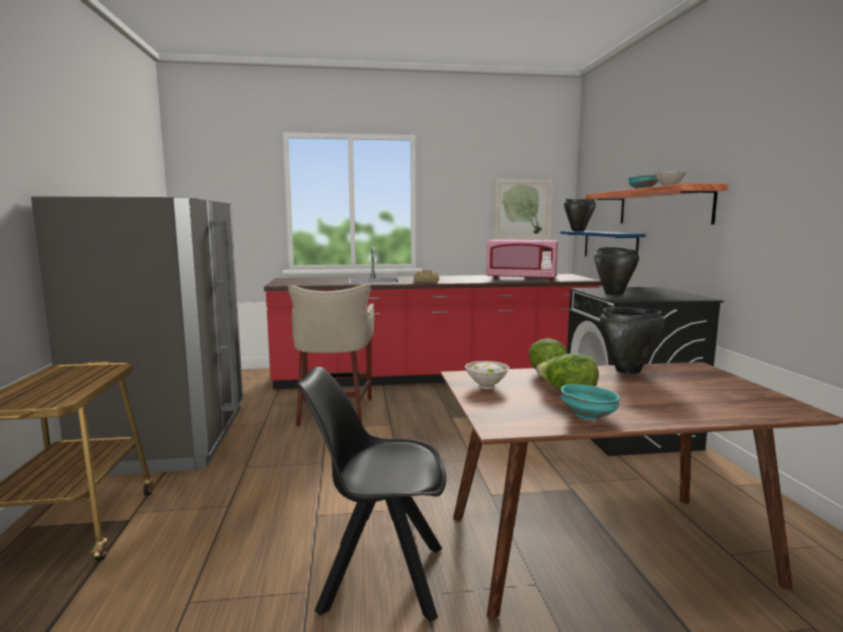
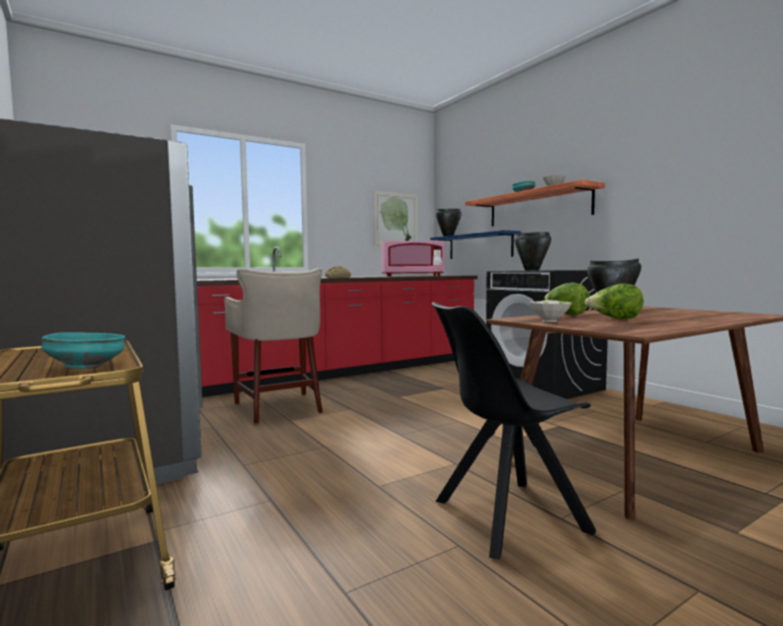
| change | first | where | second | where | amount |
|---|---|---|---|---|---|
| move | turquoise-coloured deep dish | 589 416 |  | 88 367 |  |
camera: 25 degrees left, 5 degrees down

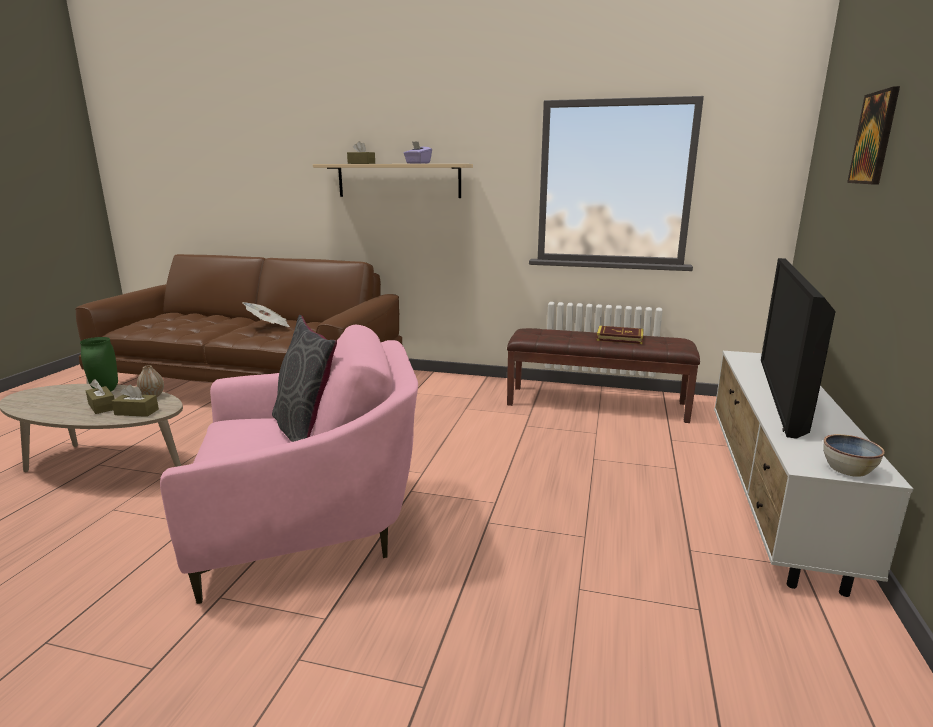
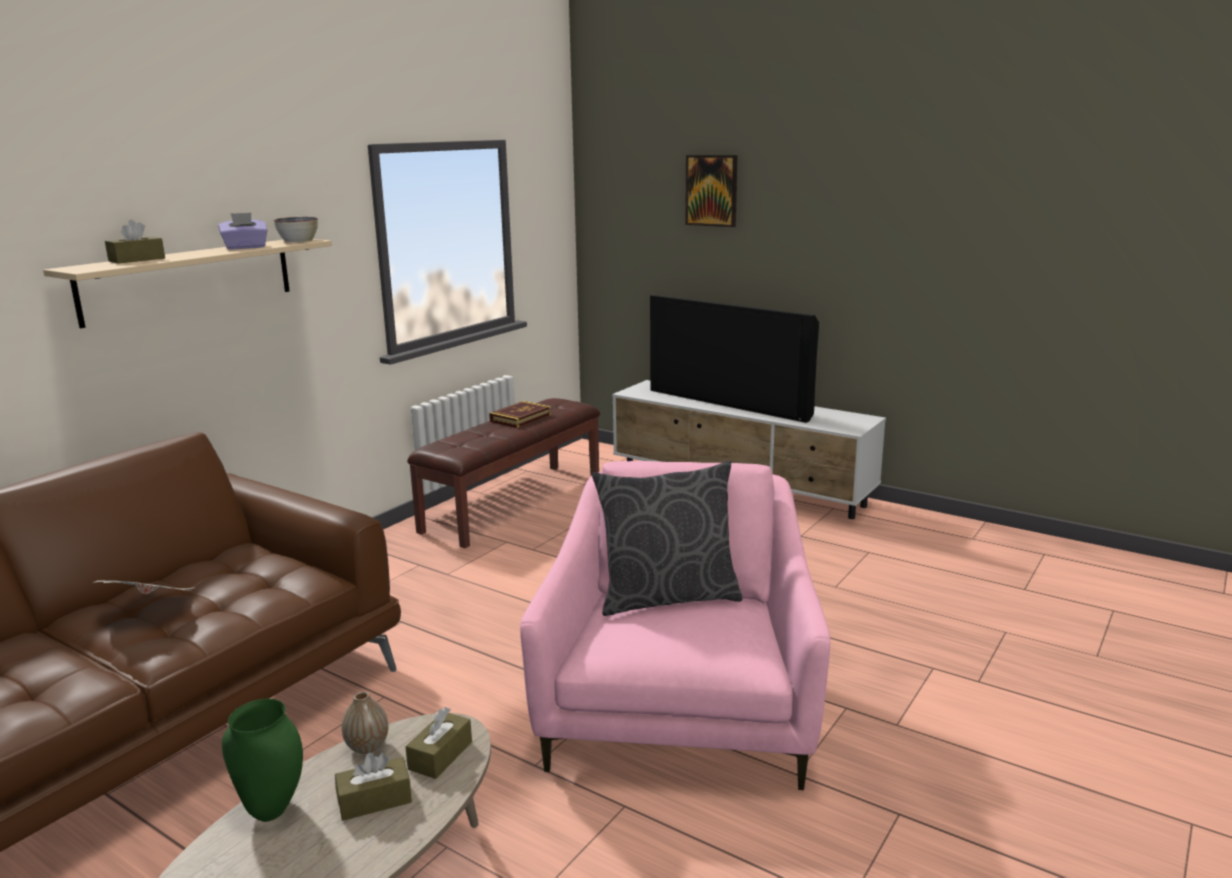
| change | first | where | second | where | amount |
|---|---|---|---|---|---|
| move | deep dish | 848 469 |  | 298 241 |  |
camera: 70 degrees left, 0 degrees up

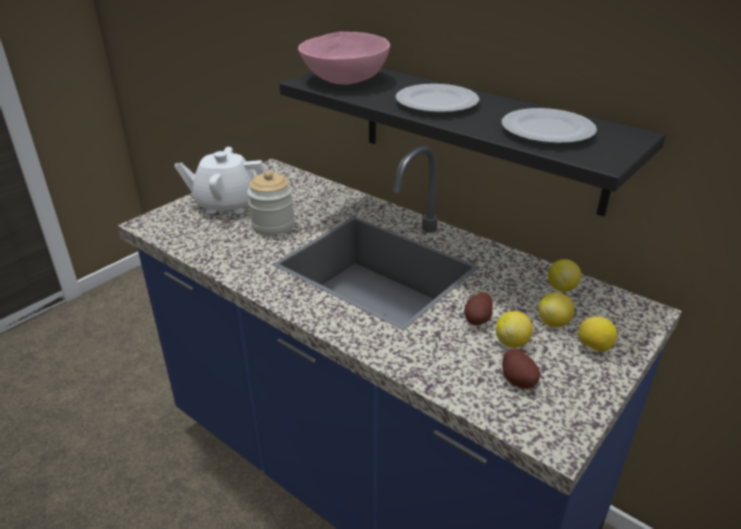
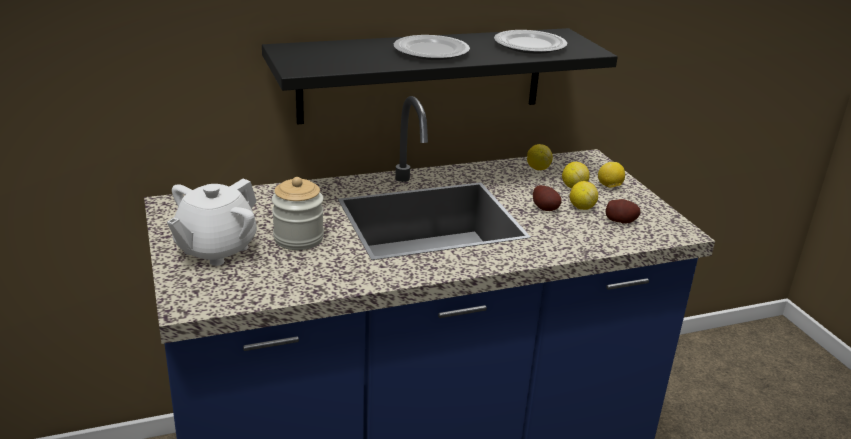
| change | first | where | second | where | amount |
|---|---|---|---|---|---|
| delete | pinkish deep dish | 345 79 |  |  |  |
camera: 60 degrees left, 5 degrees down

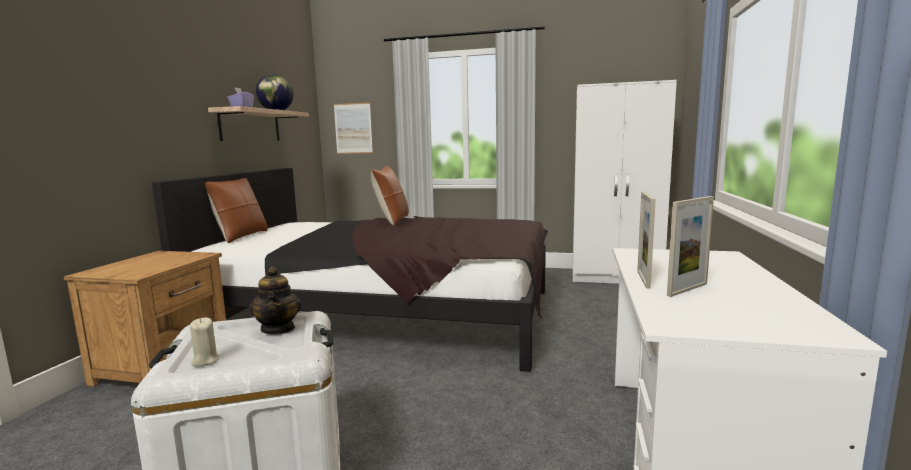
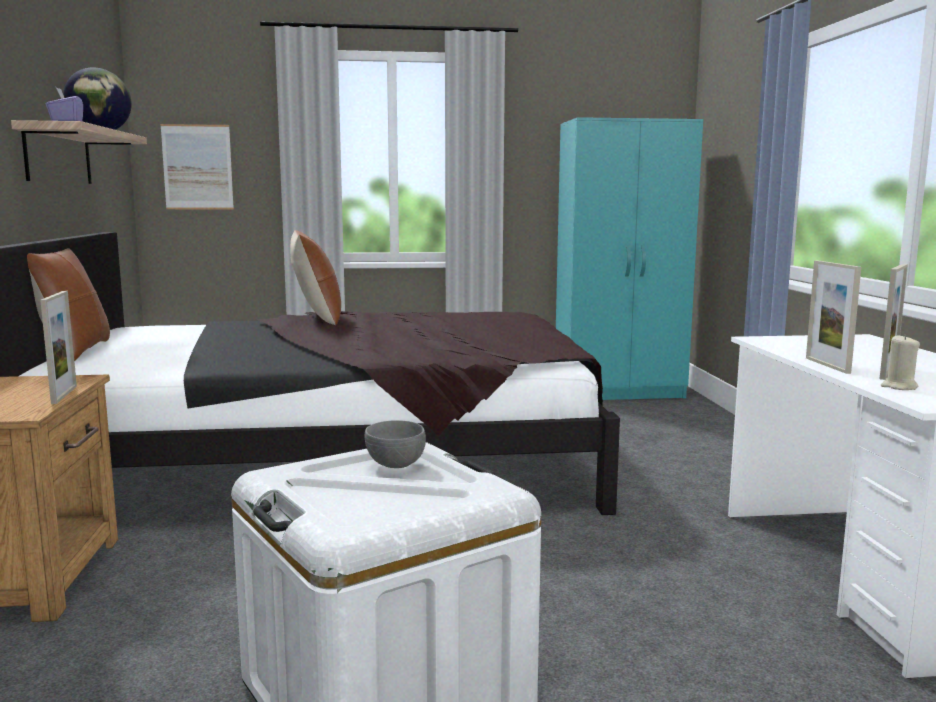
| change | first | where | second | where | amount |
|---|---|---|---|---|---|
| recolor | white-coloured wardrobe | 616 277 | turquoise-coloured wardrobe | 620 392 |  |
| replace | pot for tea | 278 329 | greyish deep dish | 396 465 |  |
| move | sand-coloured wax light | 205 361 |  | 899 387 |  |
| insert |  |  | photo frame | 64 395 |  |
camera: 20 degrees left, 0 degrees up

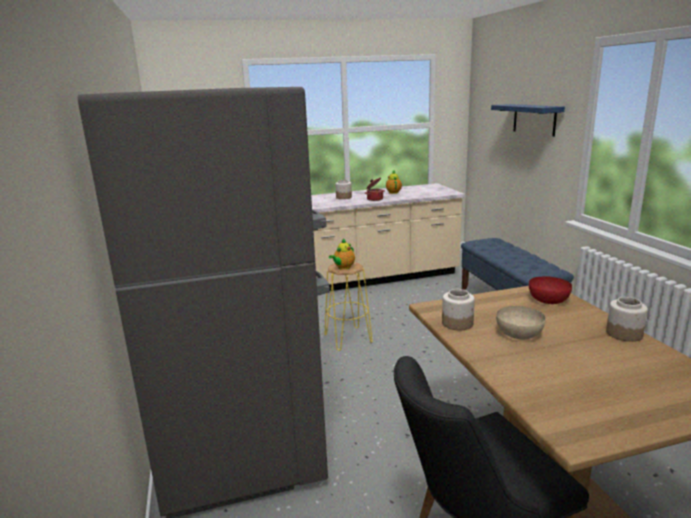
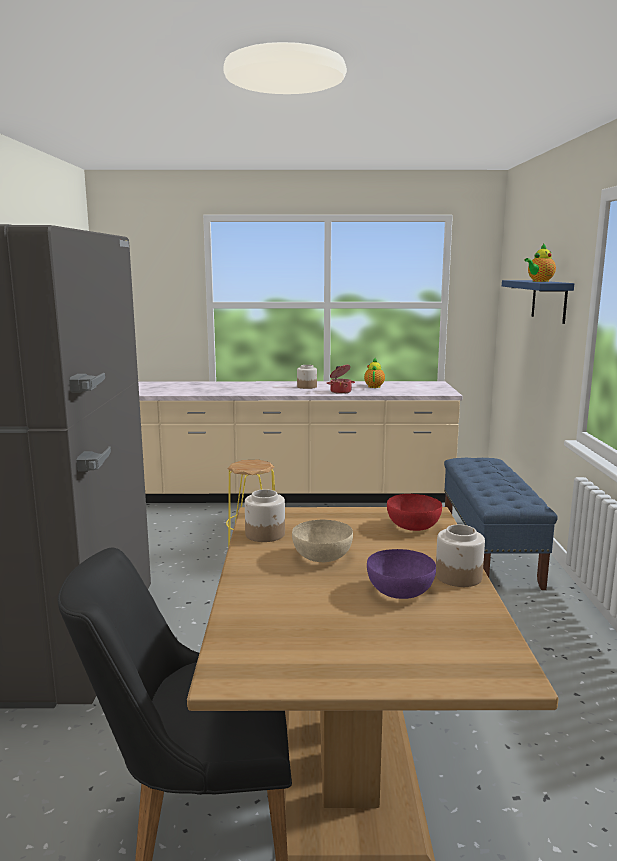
| change | first | where | second | where | amount |
|---|---|---|---|---|---|
| move | pot for tea | 343 267 |  | 539 281 |  |
| insert |  |  | purple deep dish | 399 591 |  |
camera: 15 degrees right, 5 degrees down

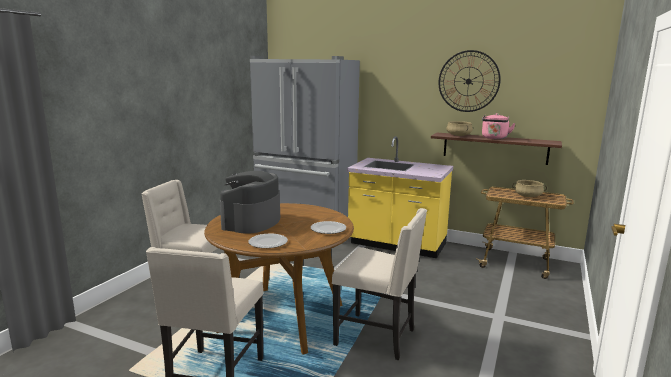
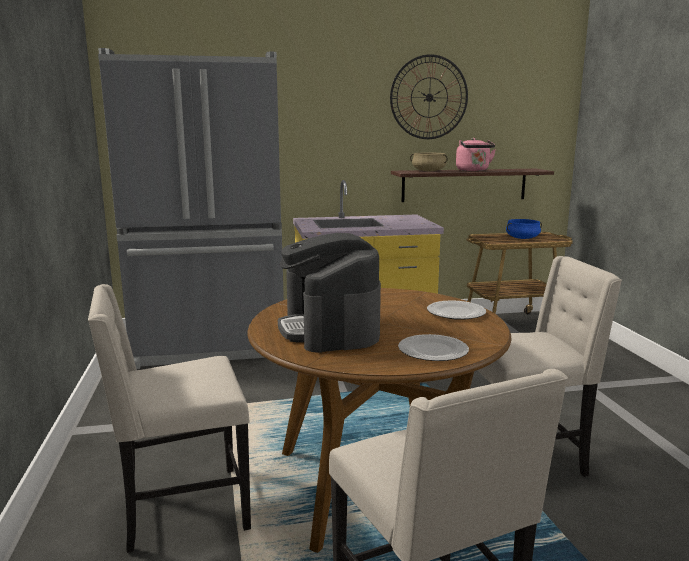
| change | first | where | second | where | amount |
|---|---|---|---|---|---|
| recolor | sand-coloured stockpot | 528 196 | blue stockpot | 522 238 |  |
camera: 35 degrees left, 0 degrees up

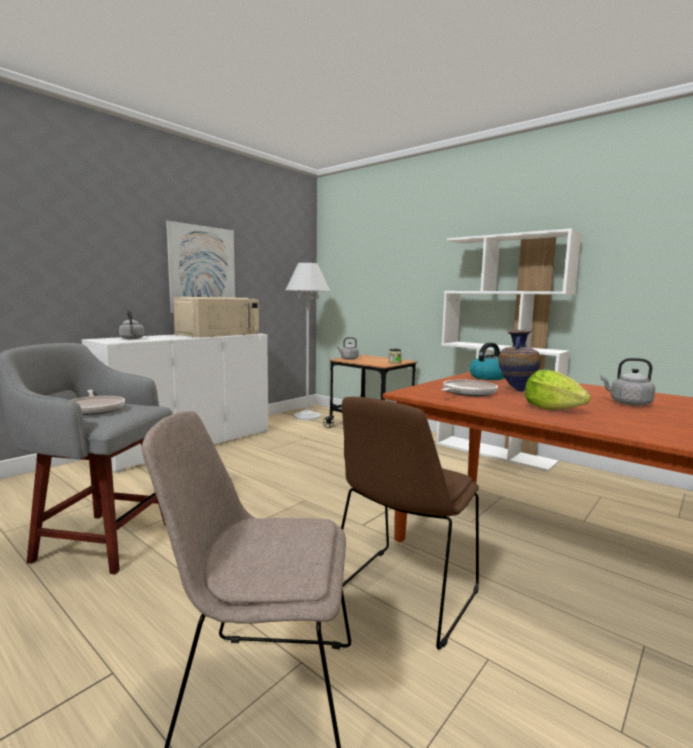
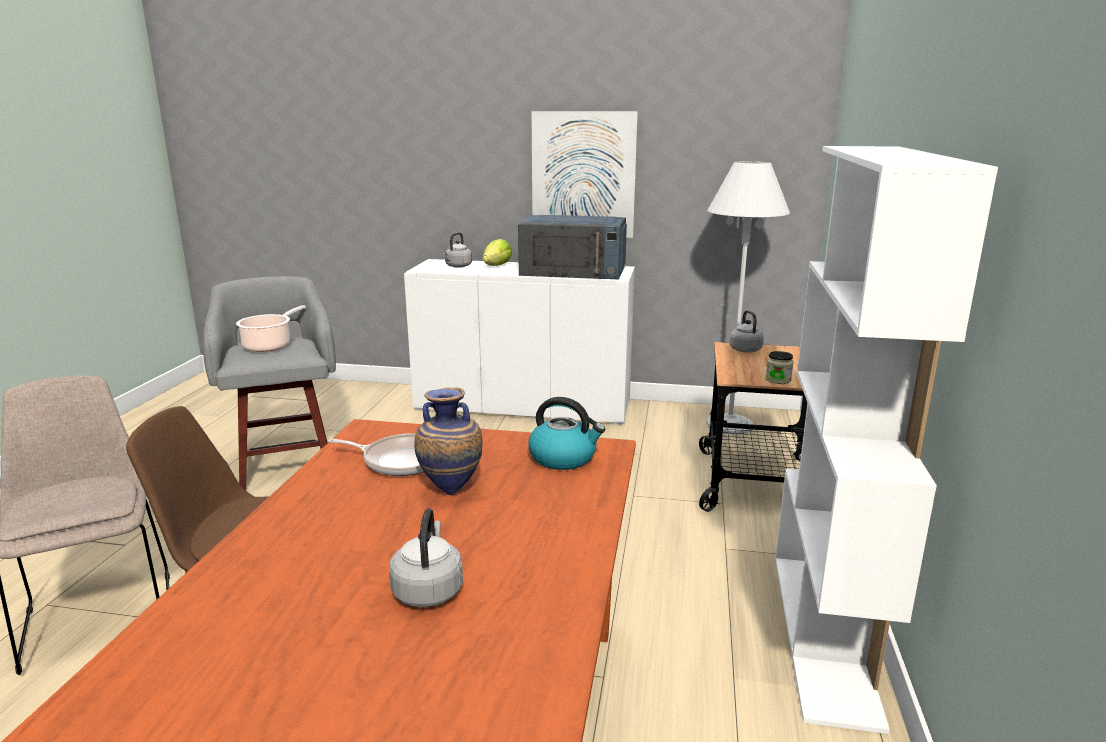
| change | first | where | second | where | amount |
|---|---|---|---|---|---|
| recolor | sand-coloured microwave | 218 334 | blue microwave | 574 271 |  |
| move | head of lettuce | 552 408 |  | 496 266 |  |
| replace | skillet | 95 409 | stockpot | 269 345 |  |
camera: 60 degrees right, 10 degrees up

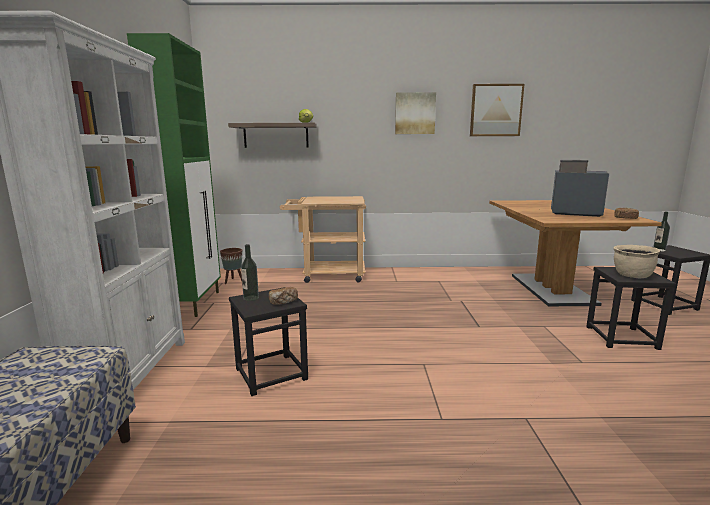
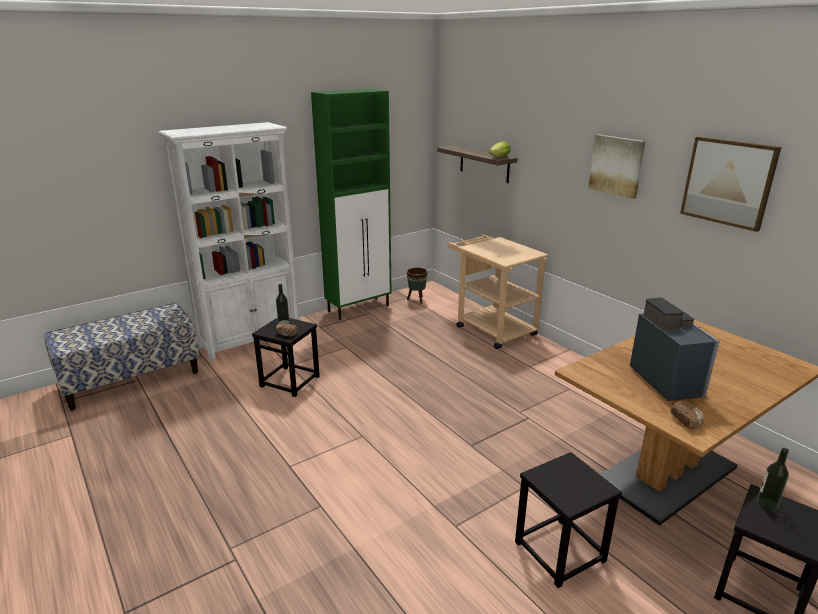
| change | first | where | second | where | amount |
|---|---|---|---|---|---|
| delete | sand-coloured stockpot | 632 276 |  |  |  |
camera: 55 degrees right, 10 degrees up

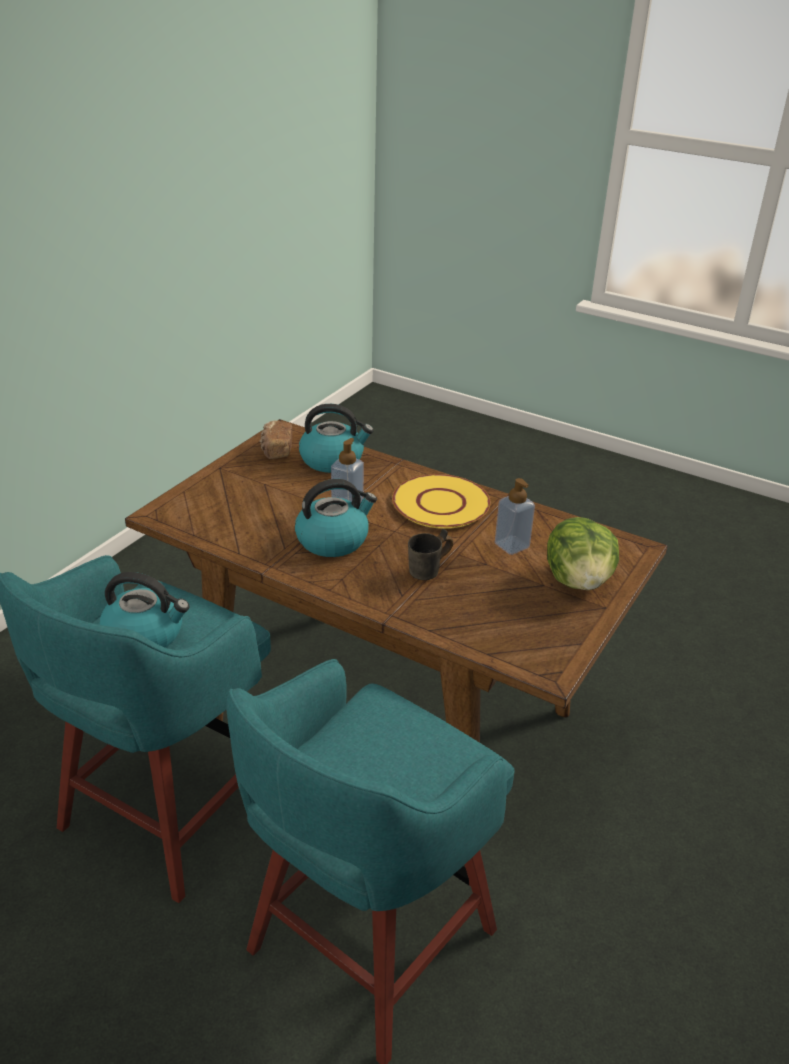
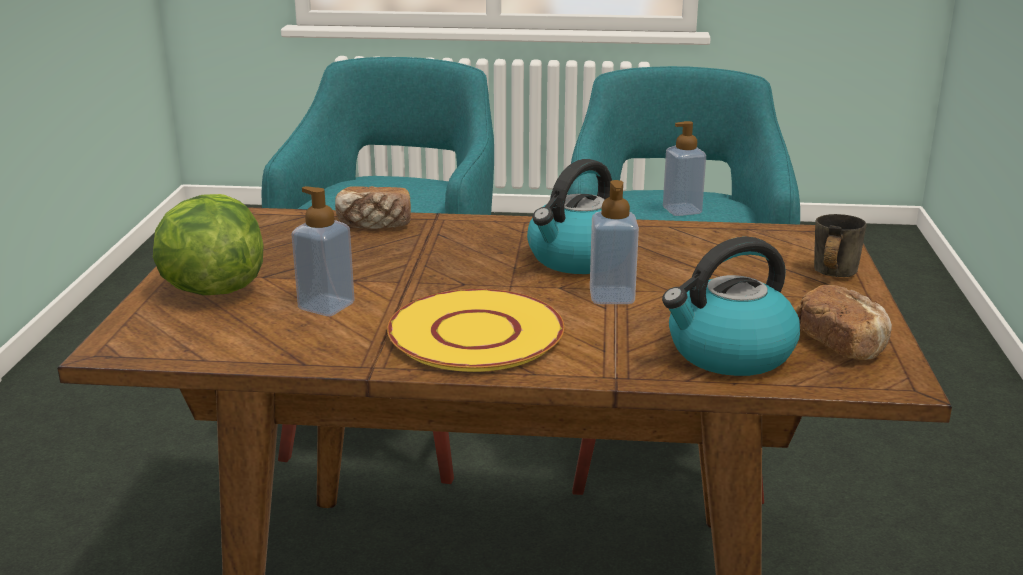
| change | first | where | second | where | amount |
|---|---|---|---|---|---|
| move | greyish mug | 431 572 |  | 827 275 |  |
| replace | tea kettle | 145 635 | soap bottle | 682 210 |  |
| insert |  |  | baked bread | 374 225 |  |
camera: 155 degrees right, 10 degrees down

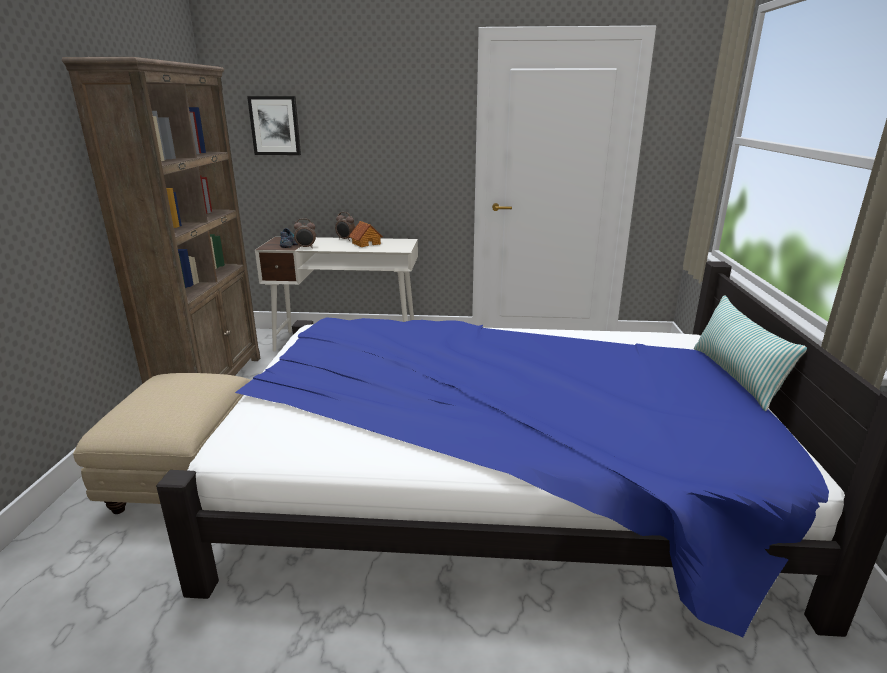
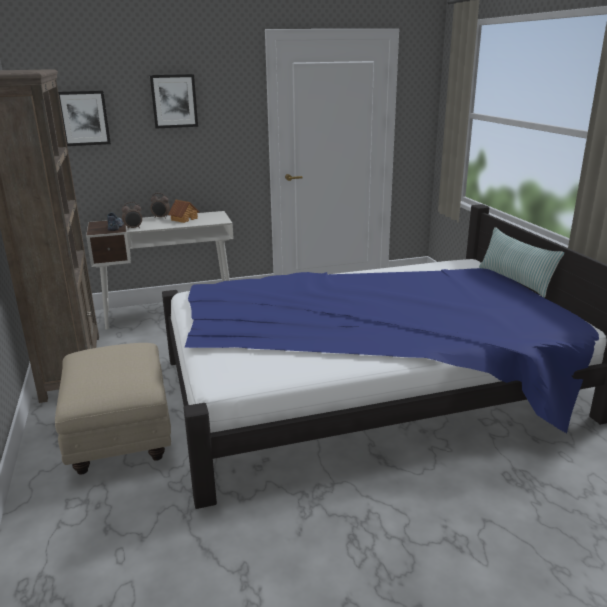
| change | first | where | second | where | amount |
|---|---|---|---|---|---|
| insert |  |  | wall picture | 174 101 |  |
camera: 20 degrees left, 0 degrees up

